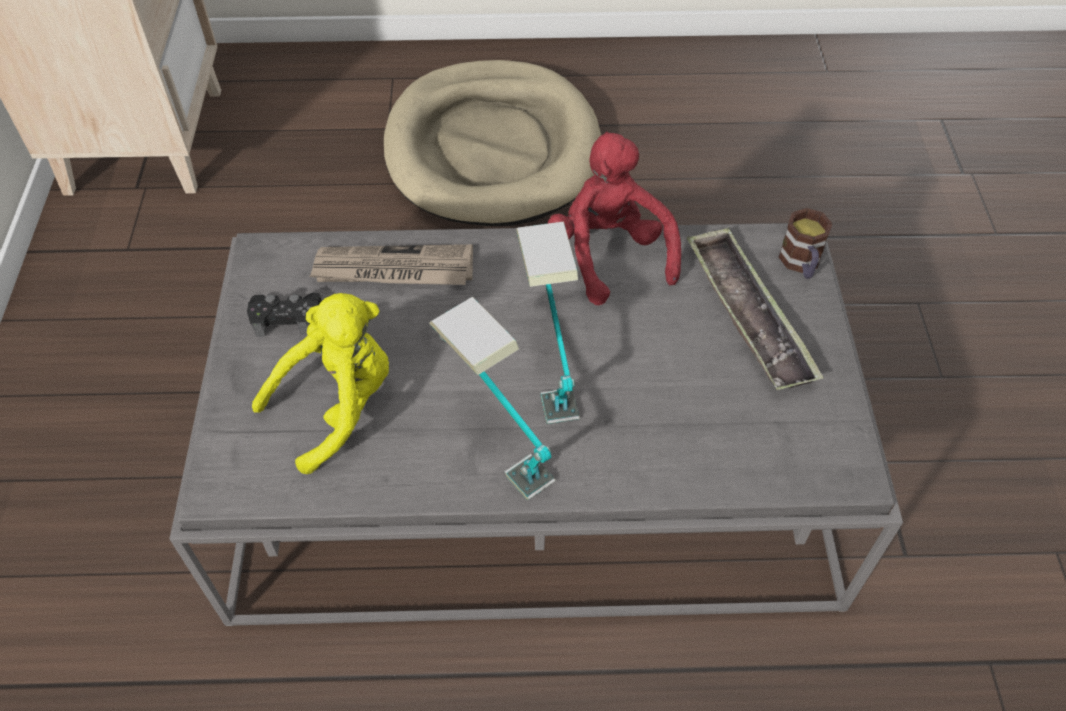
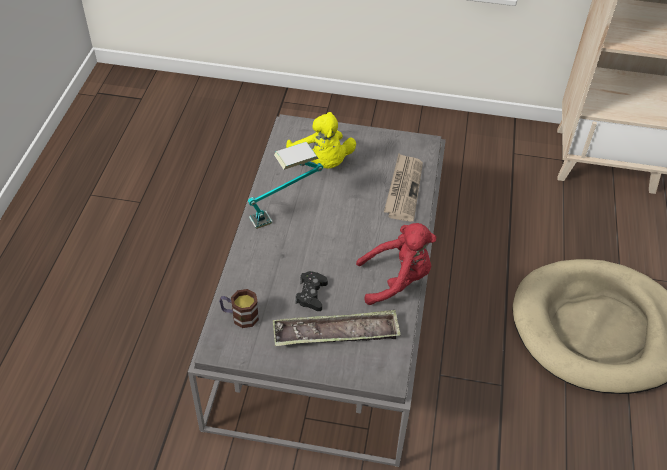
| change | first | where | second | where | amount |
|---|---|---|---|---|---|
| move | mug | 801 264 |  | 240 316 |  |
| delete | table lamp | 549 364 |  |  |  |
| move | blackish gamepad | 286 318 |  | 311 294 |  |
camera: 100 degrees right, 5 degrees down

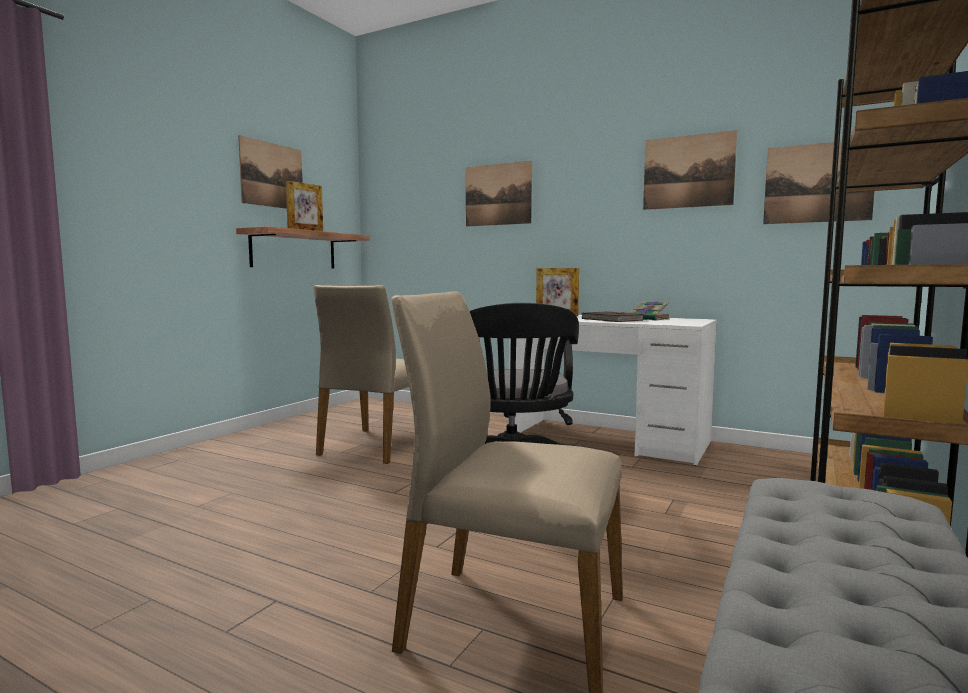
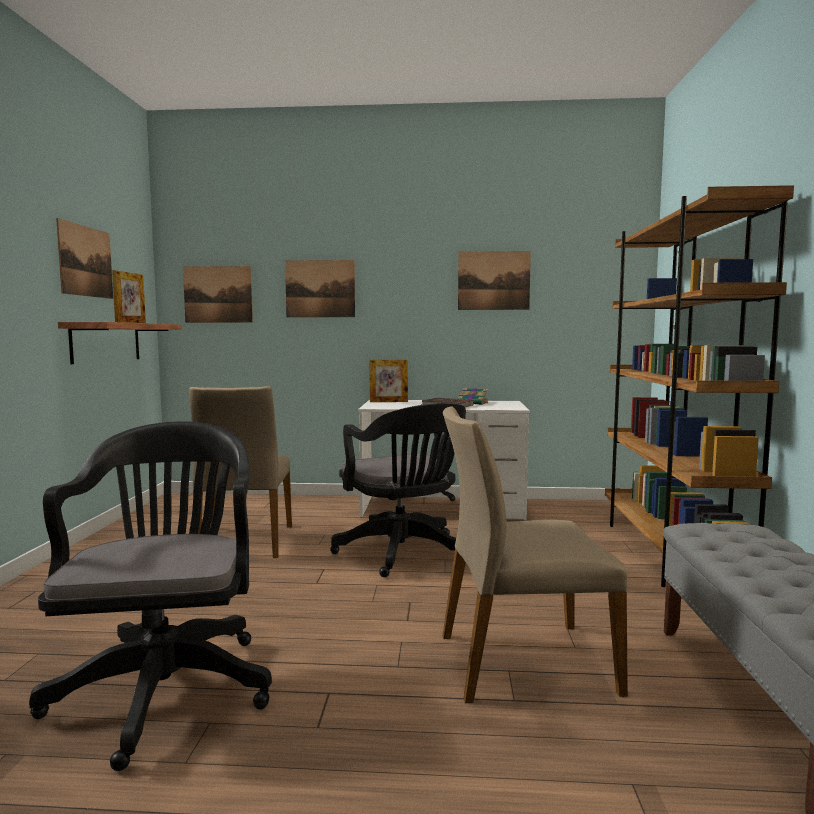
| change | first | where | second | where | amount |
|---|---|---|---|---|---|
| move | wall picture | 818 183 |  | 218 294 |  |
| insert |  |  | blackish office chair | 167 684 |  |
camera: 25 degrees left, 0 degrees up

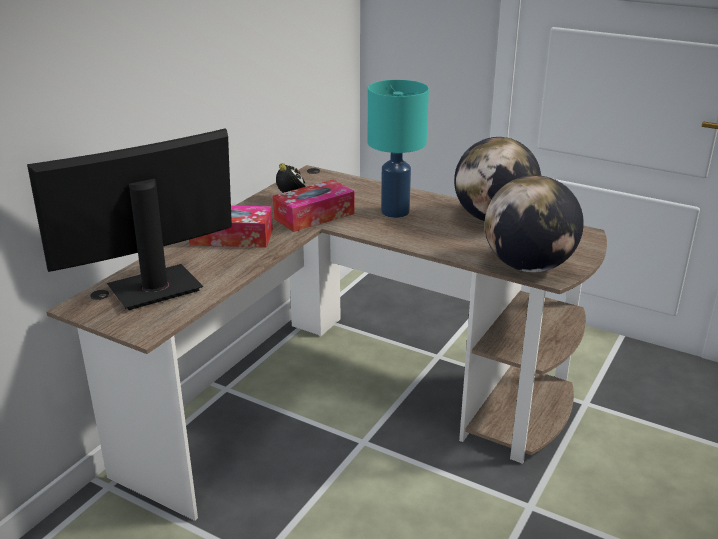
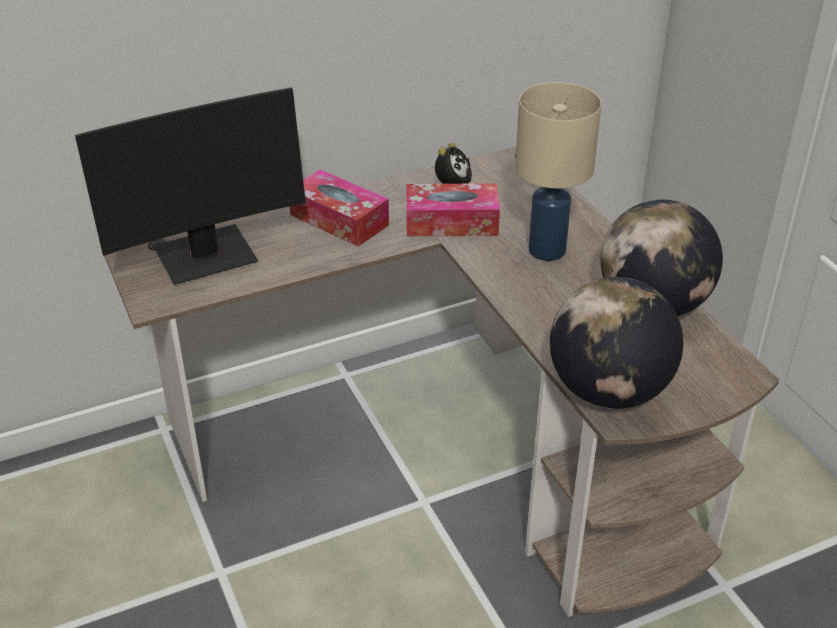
| change | first | where | second | where | amount |
|---|---|---|---|---|---|
| recolor | turquoise-coloured table lamp | 394 212 | sand-coloured table lamp | 545 250 |  |
| rotate | monitor | 154 288 |  | 206 256 | 150 degrees clockwise |
camera: 35 degrees right, 10 degrees up

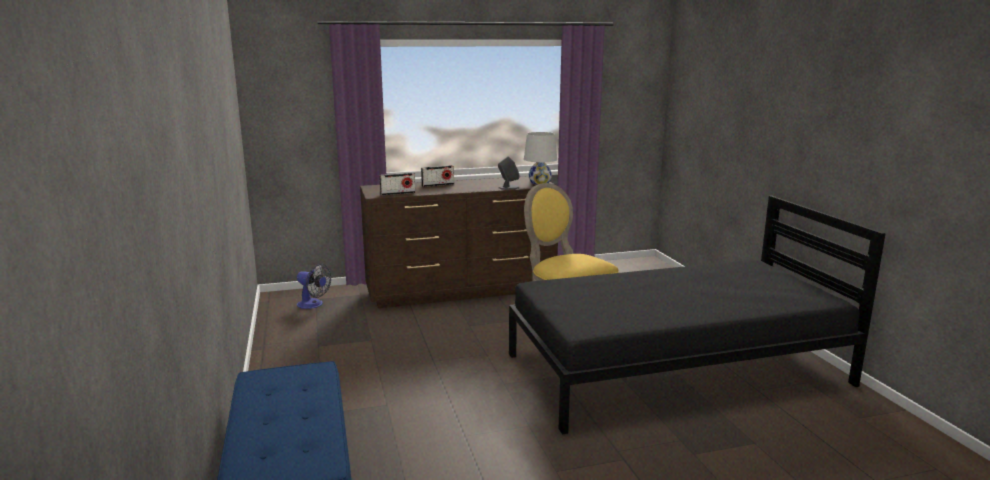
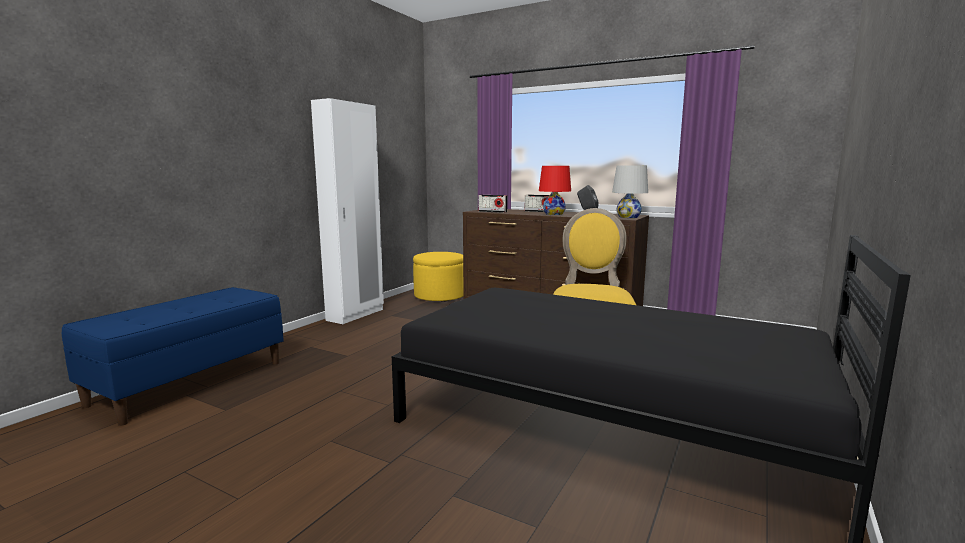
| change | first | where | second | where | amount |
|---|---|---|---|---|---|
| replace | cooling fan | 313 305 | yellow-coloured footrest | 439 296 |  |
| insert |  |  | white-coloured wardrobe | 356 315 |  |
| insert |  |  | red-coloured table lamp | 554 214 |  |
camera: 45 degrees right, 5 degrees down

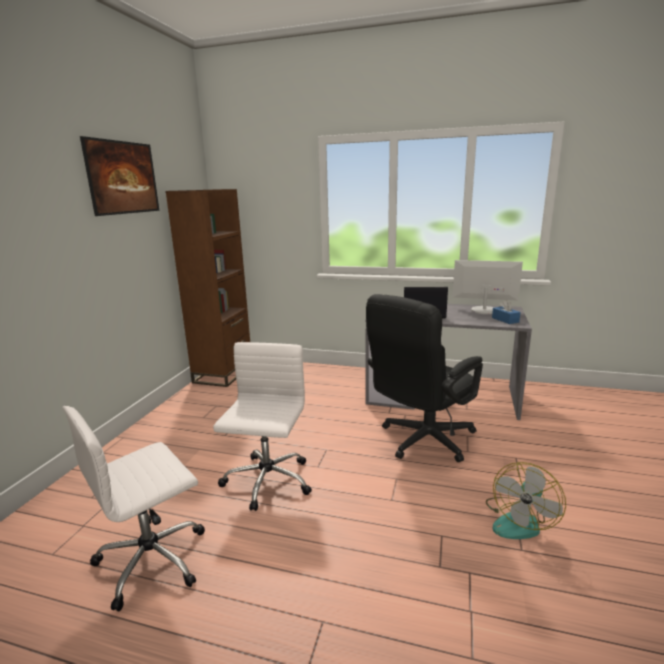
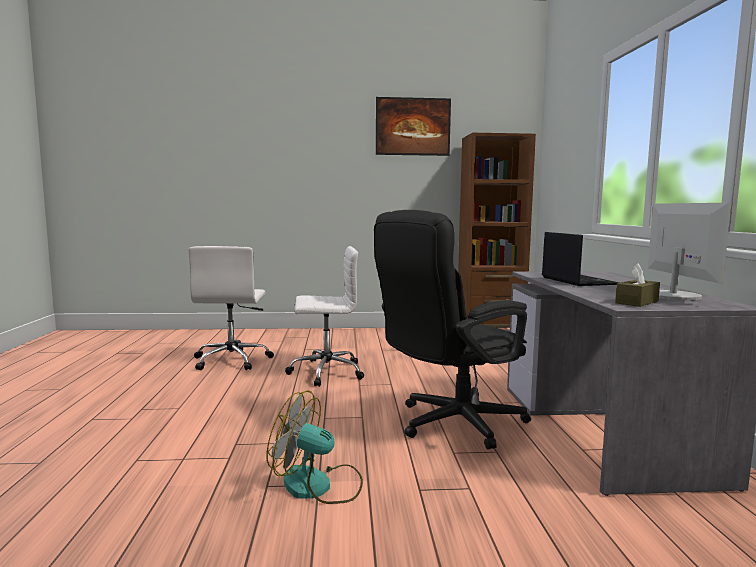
| change | first | where | second | where | amount |
|---|---|---|---|---|---|
| rotate | blackish office chair | 421 441 |  | 450 424 | 60 degrees counterclockwise |
| recolor | blue box of tissues | 505 320 | brown-coloured box of tissues | 637 302 |  |
| rotate | white-coloured office chair | 154 559 |  | 232 360 | 120 degrees counterclockwise |
camera: 70 degrees right, 10 degrees down

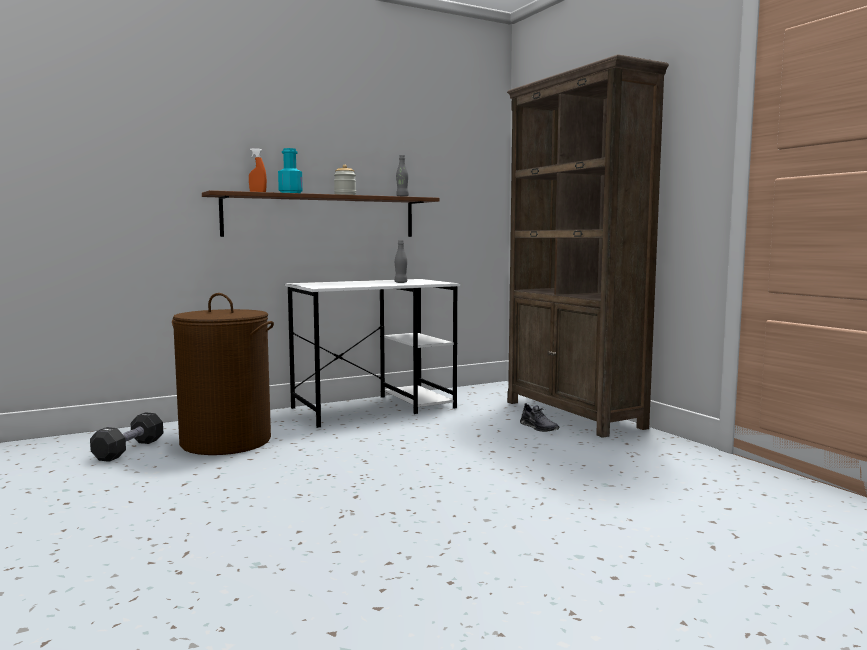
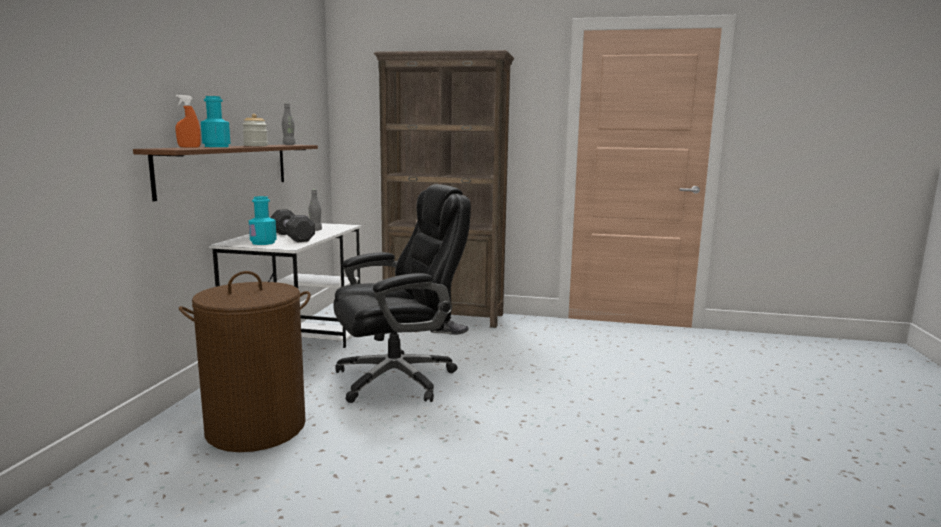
| change | first | where | second | where | amount |
|---|---|---|---|---|---|
| move | blackish dumbbell | 129 450 |  | 292 237 |  |
| insert |  |  | blackish office chair | 399 378 |  |
| insert |  |  | turquoise-coloured beverage bottle | 263 243 |  |
camera: 50 degrees left, 5 degrees up

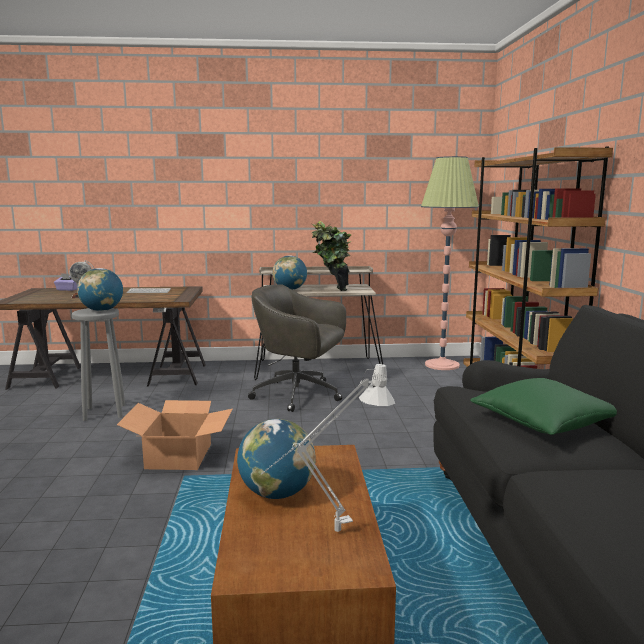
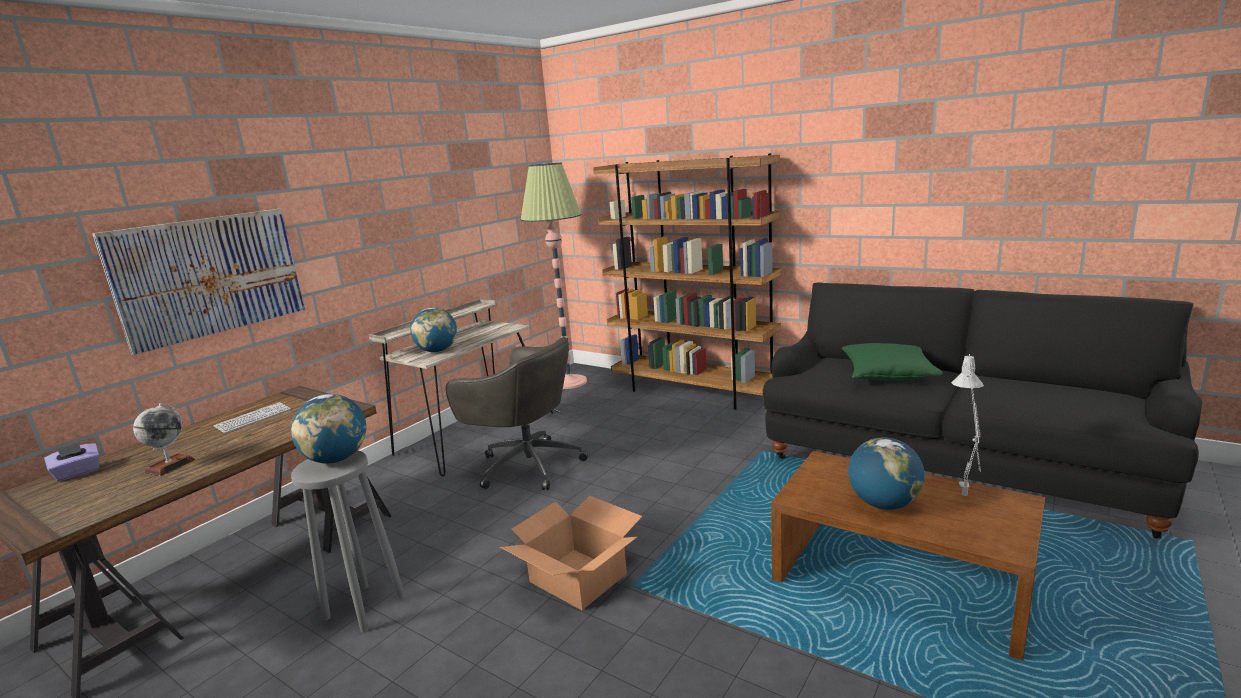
| change | first | where | second | where | amount |
|---|---|---|---|---|---|
| delete | plant in a pot | 332 291 |  |  |  |
| rotate | greyish office chair | 299 395 |  | 527 465 | 120 degrees counterclockwise |
| insert |  |  | wall picture | 210 276 |  |
camera: 50 degrees left, 5 degrees up

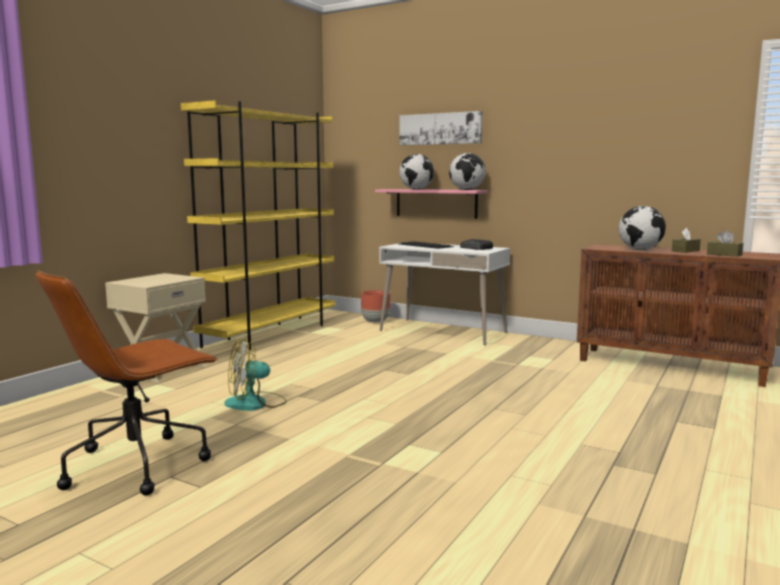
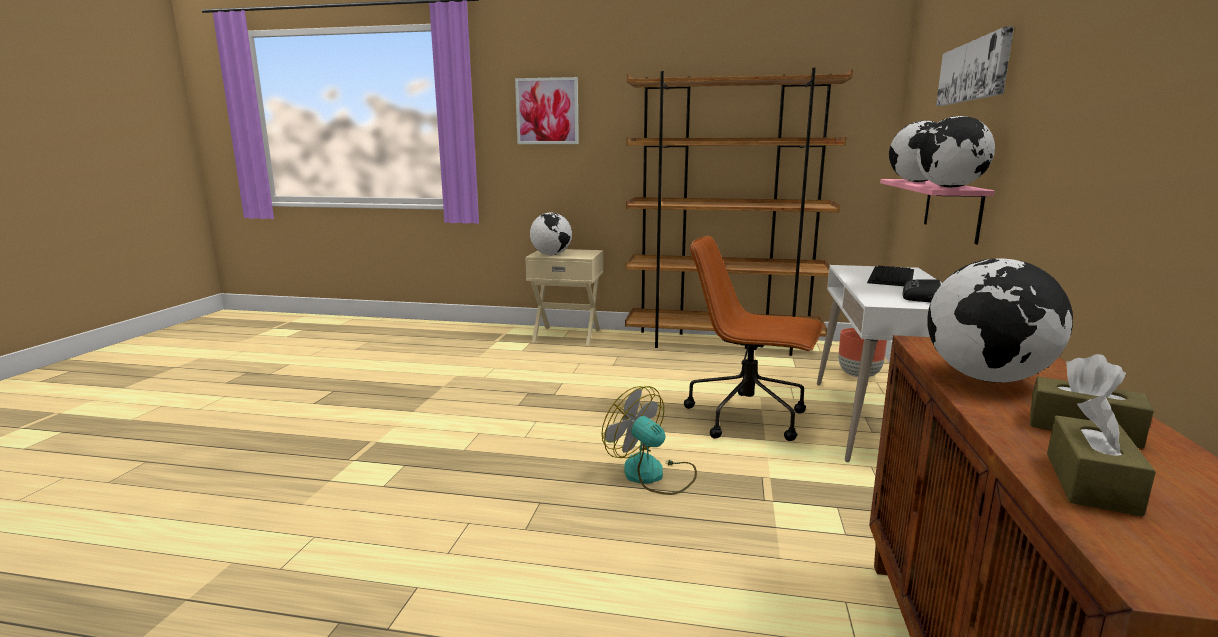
| change | first | where | second | where | amount |
|---|---|---|---|---|---|
| recolor | yellow-coloured shelving unit | 271 334 | brown-coloured shelving unit | 723 343 |  |
| move | brown-coloured office chair | 138 464 |  | 748 417 |  |
| move | cooling fan | 255 403 |  | 652 475 |  |
| insert |  |  | wall picture | 547 111 |  |
| insert |  |  | globe | 551 255 |  |
camera: 70 degrees right, 5 degrees up

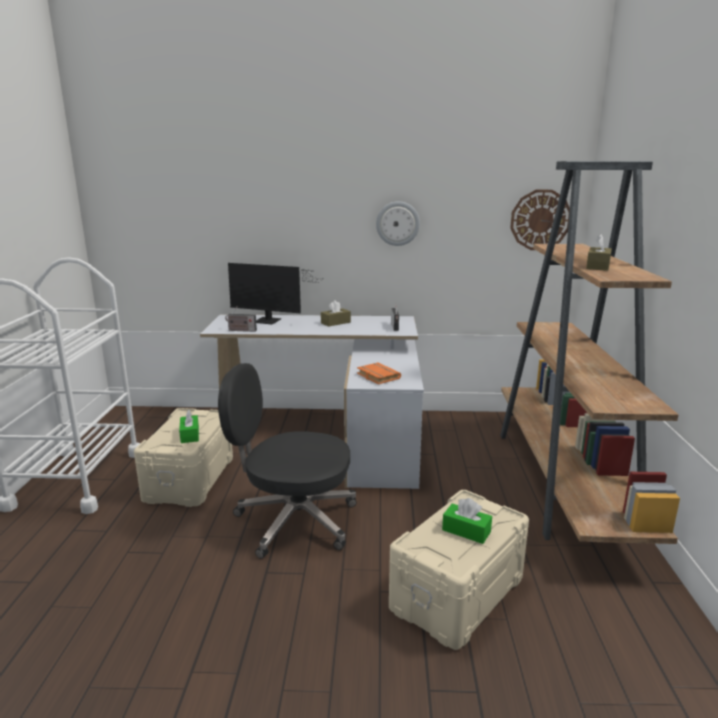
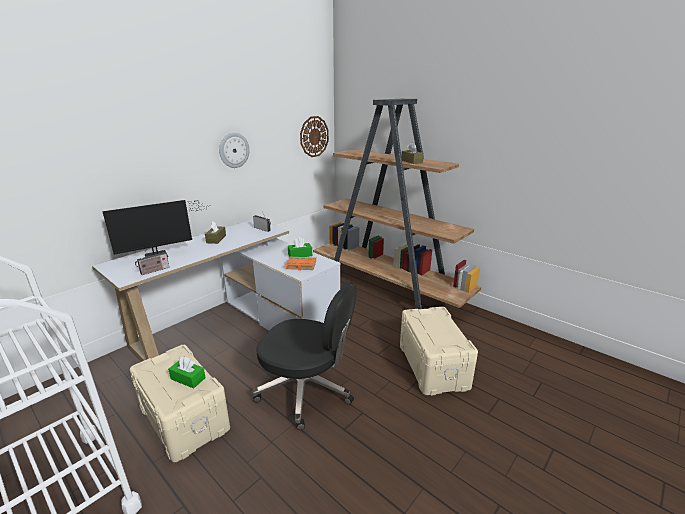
| change | first | where | second | where | amount |
|---|---|---|---|---|---|
| rotate | blackish office chair | 293 520 |  | 307 390 | 120 degrees counterclockwise |
| move | greenish box of tissues | 466 531 |  | 300 255 |  |
camera: 50 degrees left, 5 degrees up

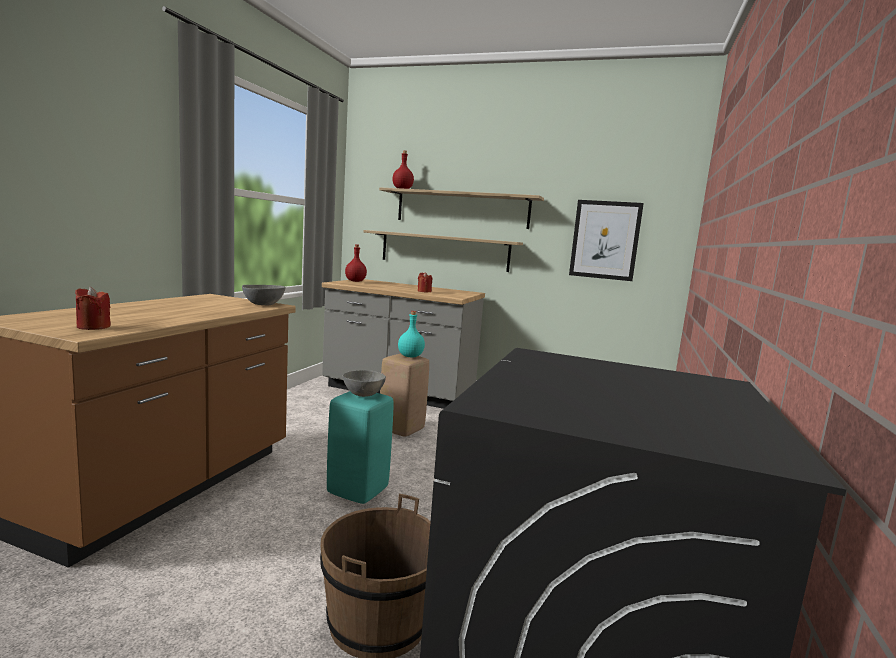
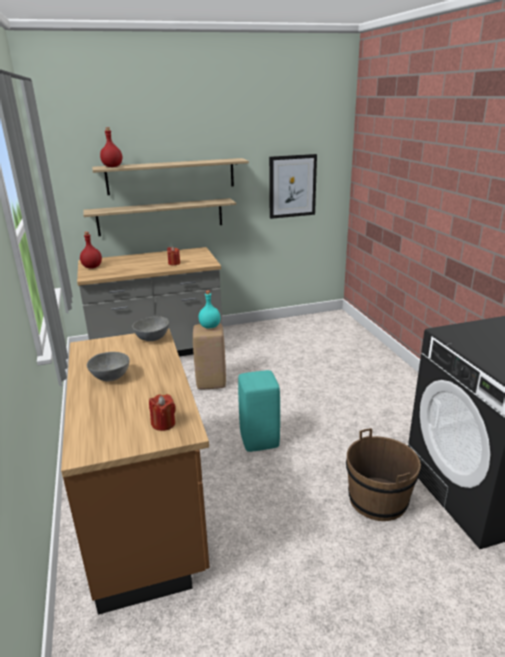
| change | first | where | second | where | amount |
|---|---|---|---|---|---|
| move | greyish deep dish | 363 394 |  | 111 378 |  |
camera: 35 degrees left, 15 degrees up

